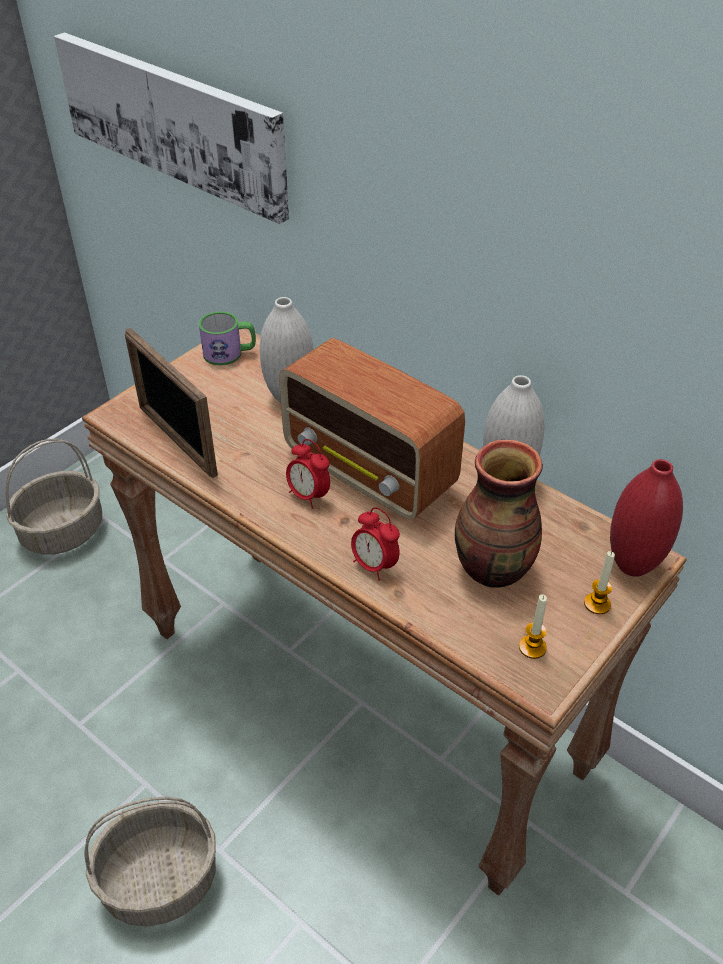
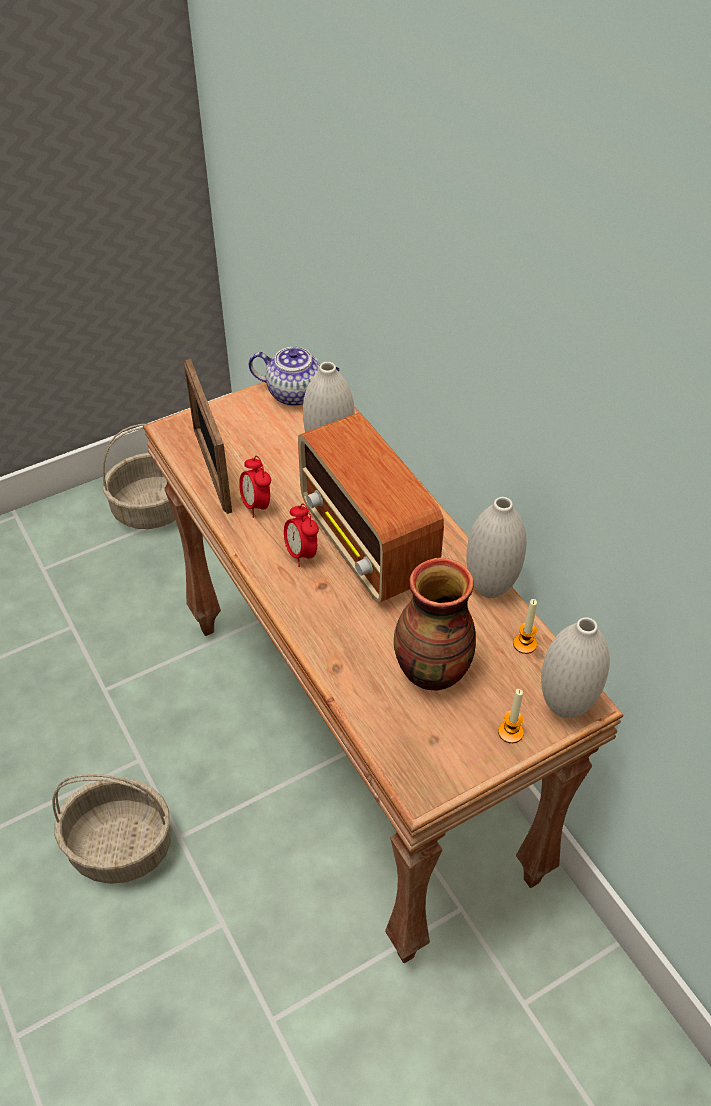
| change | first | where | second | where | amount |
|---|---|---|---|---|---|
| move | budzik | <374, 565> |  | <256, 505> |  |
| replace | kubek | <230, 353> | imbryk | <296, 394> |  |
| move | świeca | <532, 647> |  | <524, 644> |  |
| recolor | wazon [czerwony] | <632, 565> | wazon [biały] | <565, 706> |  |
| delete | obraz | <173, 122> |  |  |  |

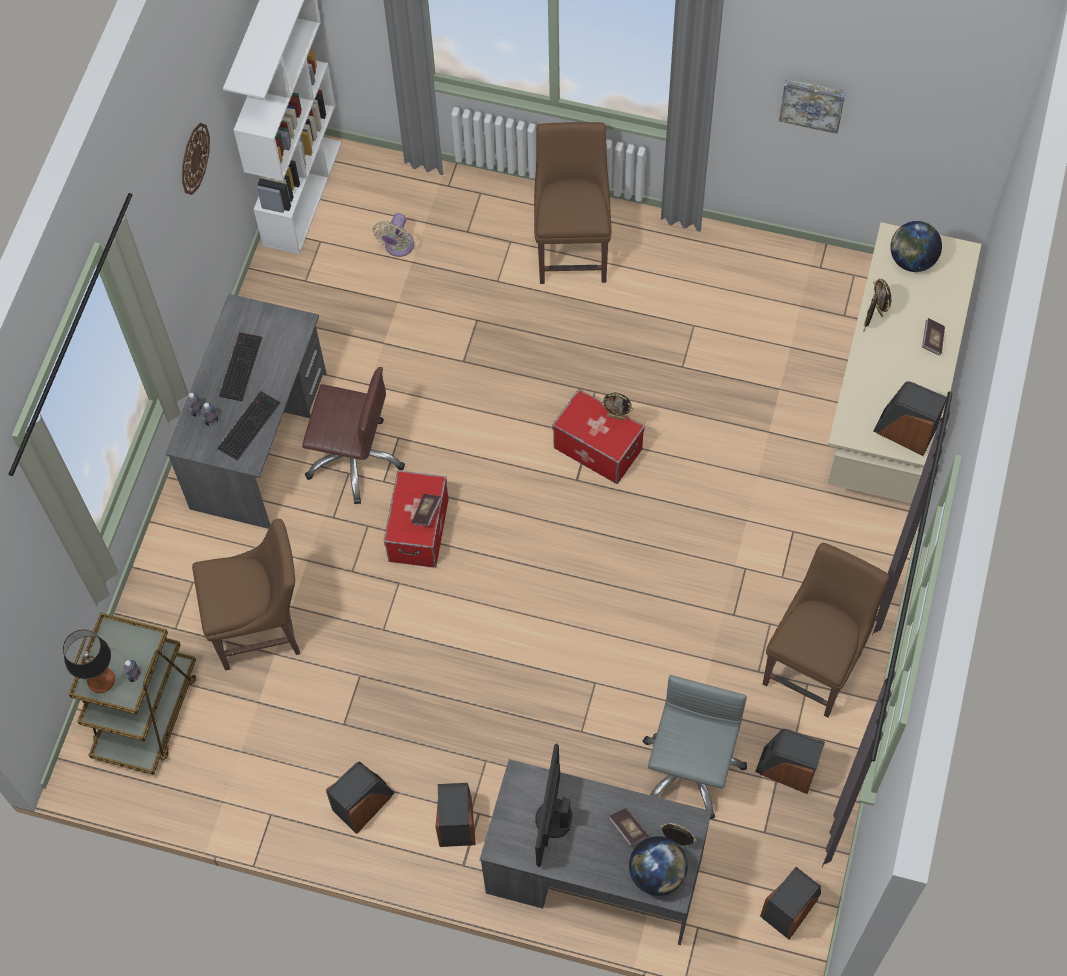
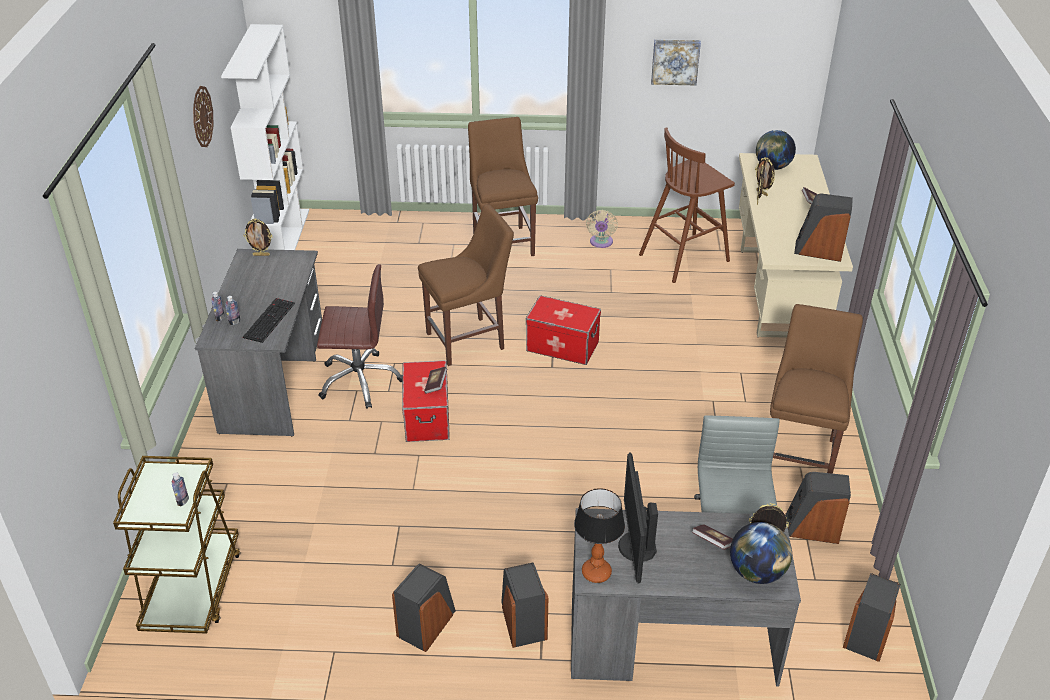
| change | first | where | second | where | amount |
|---|---|---|---|---|---|
| move | ramka na zdjęcie | <616, 417> |  | <261, 255> |  |
| move | krzesło [brązowy] | <262, 629> |  | <469, 340> |  |
| move | lampa stołowa | <101, 680> |  | <595, 572> |  |
| move | wentylator [beżowy] | <398, 247> |  | <601, 243> |  |
| insert |  |  | stołek [brązowy] | <685, 257> |  |
| delete | klawiatura | <240, 366> |  |  |  |

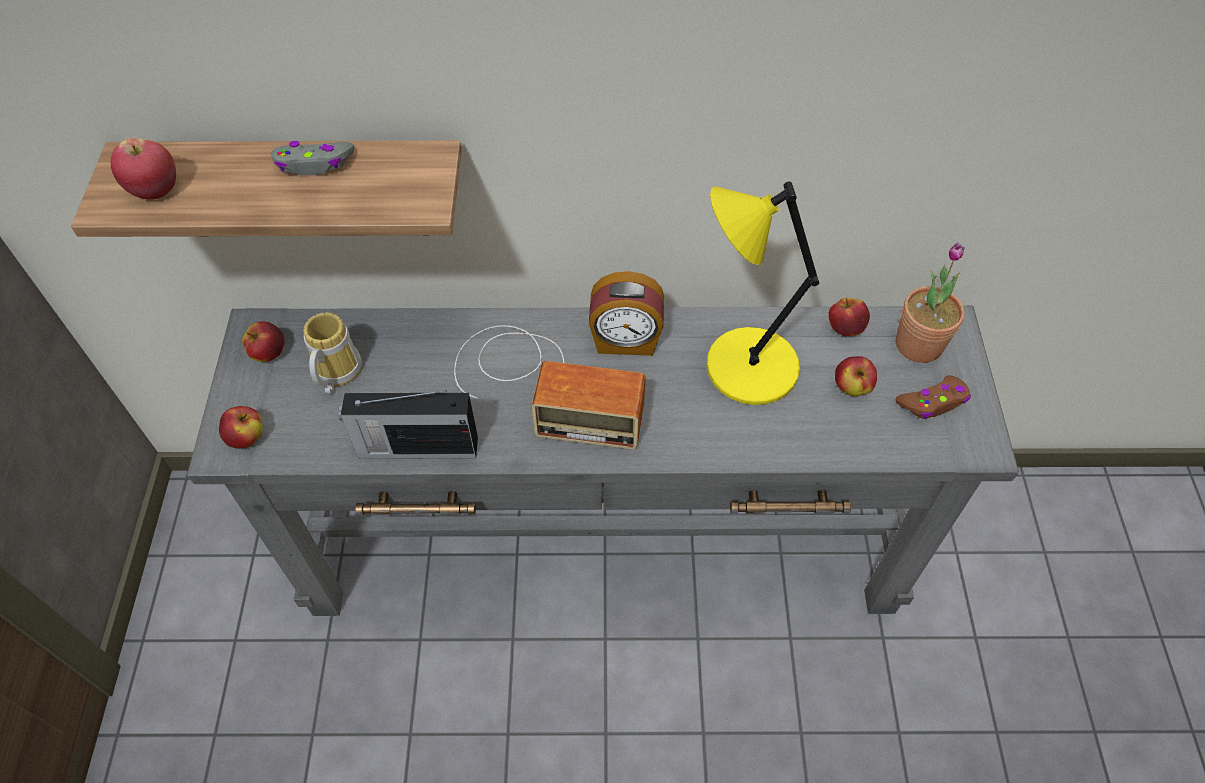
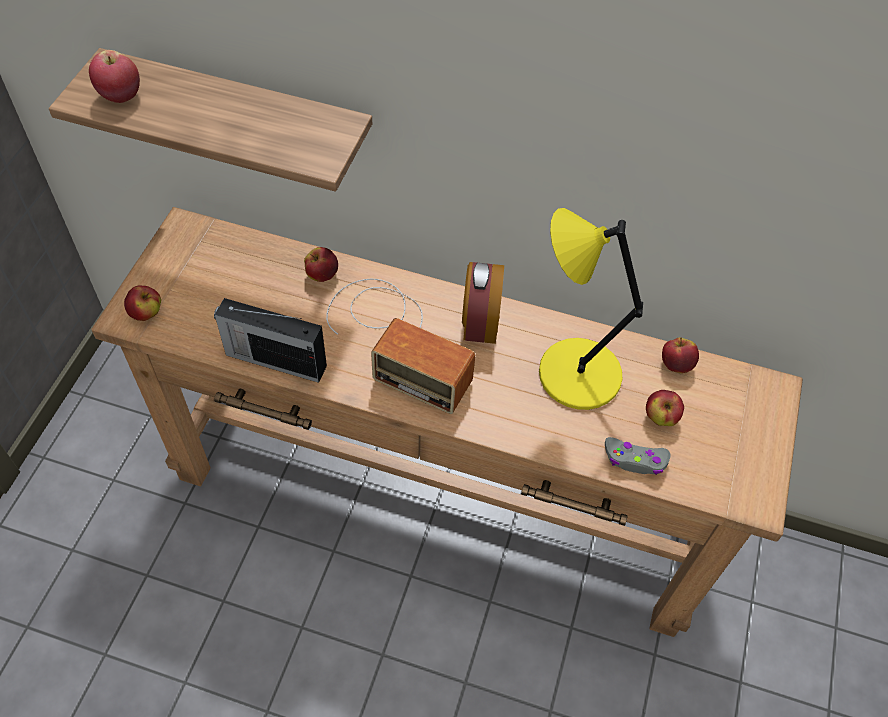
| change | first | where | second | where | amount |
|---|---|---|---|---|---|
| recolor | stolik konsolowy [szary] | <603, 547> | stolik konsolowy [brązowy] | <437, 498> |  |
| move | jabłko | <269, 353> |  | <322, 275> |  |
| rotate | budzik | <625, 341> |  | <479, 322> | 75 degrees clockwise |
| move | pad do gier [szary] | <314, 164> |  | <635, 460> |  |
| delete | kubek | <334, 374> |  |  |  |
| delete | roślina doniczkowa | <918, 344> |  |  |  |
| delete | pad do gier [brązowy] | <933, 402> |  |  |  |

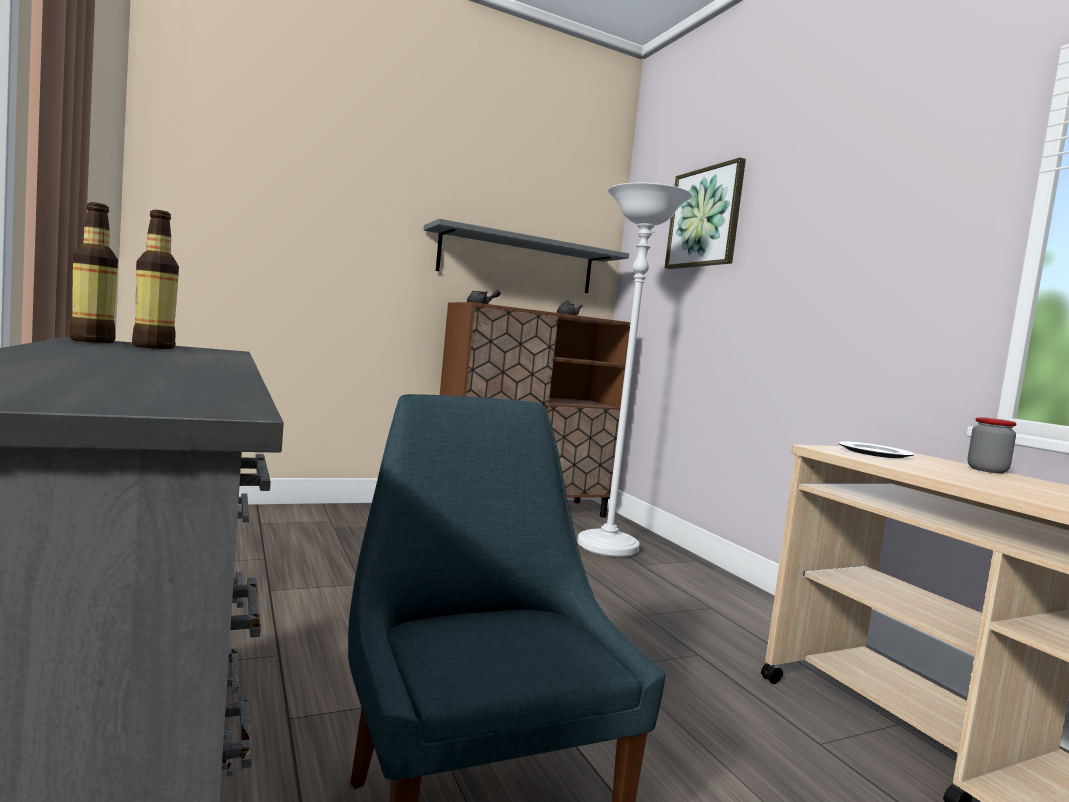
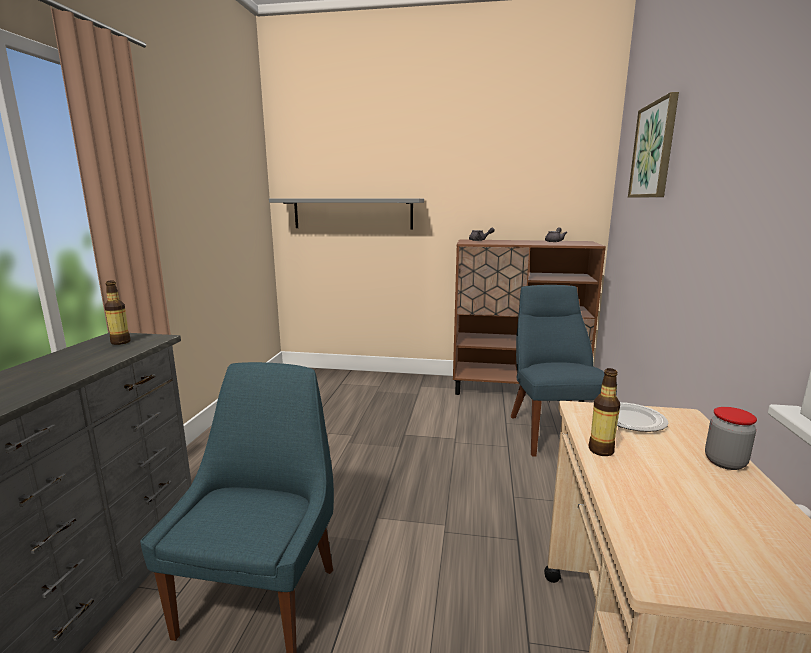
| change | first | where | second | where | amount |
|---|---|---|---|---|---|
| move | półka [szary] | <517, 262> |  | <352, 213> |  |
| replace | lampa stojąca [biały] | <607, 547> | krzesło [niebieski] | <551, 431> |  |
| move | butelka | <92, 341> |  | <601, 450> |  |

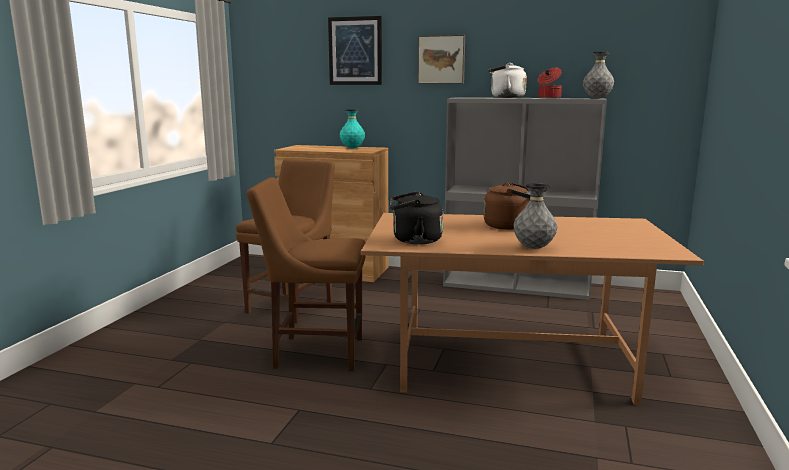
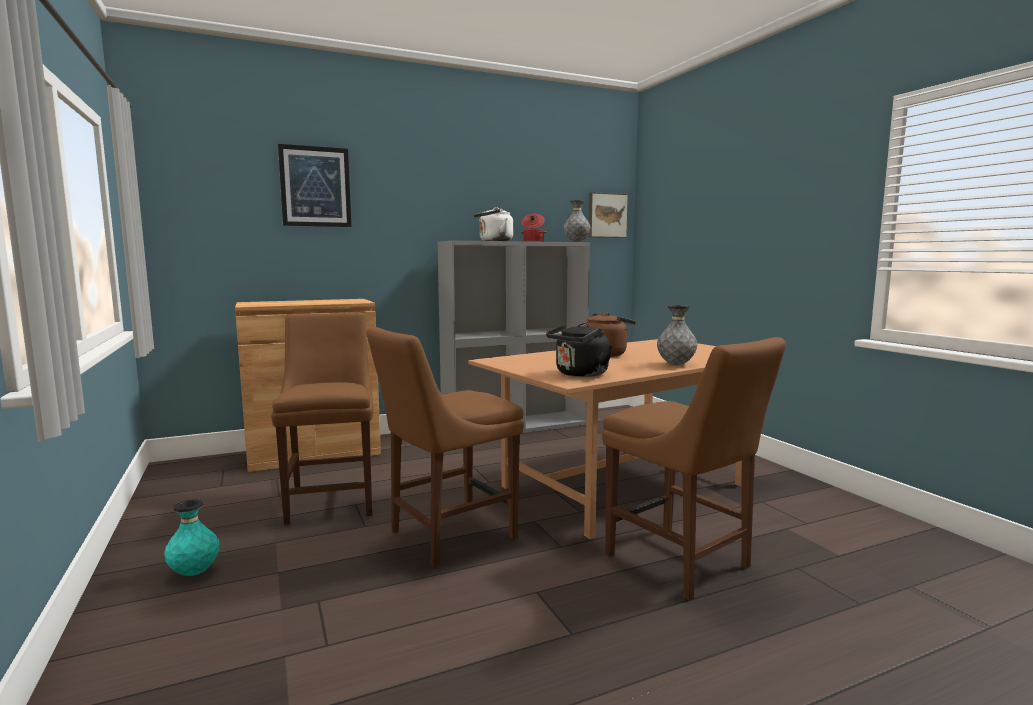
| change | first | where | second | where | amount |
|---|---|---|---|---|---|
| move | wazon [turkusowy] | <352, 148> |  | <194, 573> |  |
| move | obraz | <441, 59> |  | <607, 215> |  |
| insert |  |  | krzesło [brązowy] | <682, 564> |  |

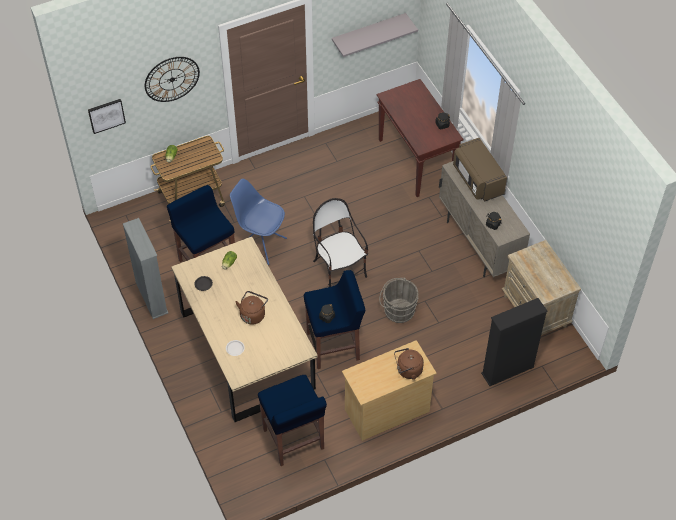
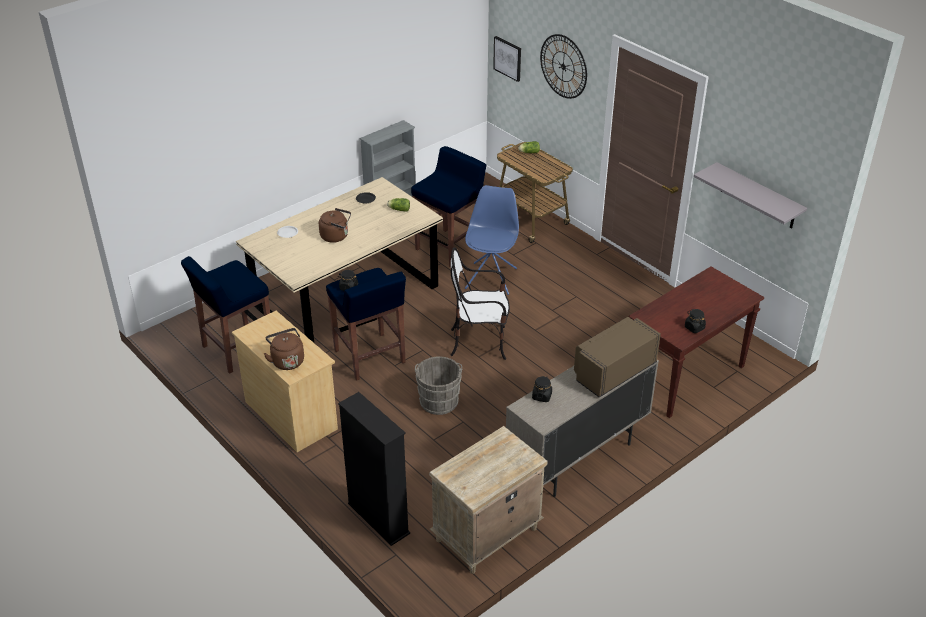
| change | first | where | second | where | amount |
|---|---|---|---|---|---|
| rotate | krzesło | <339, 270> |  | <479, 342> | 135 degrees counterclockwise |

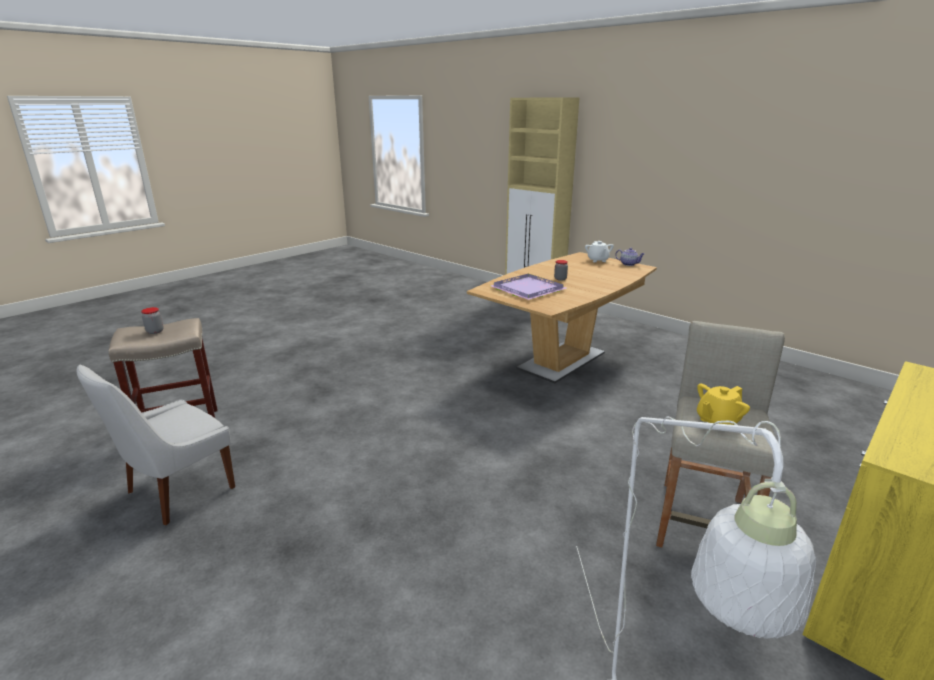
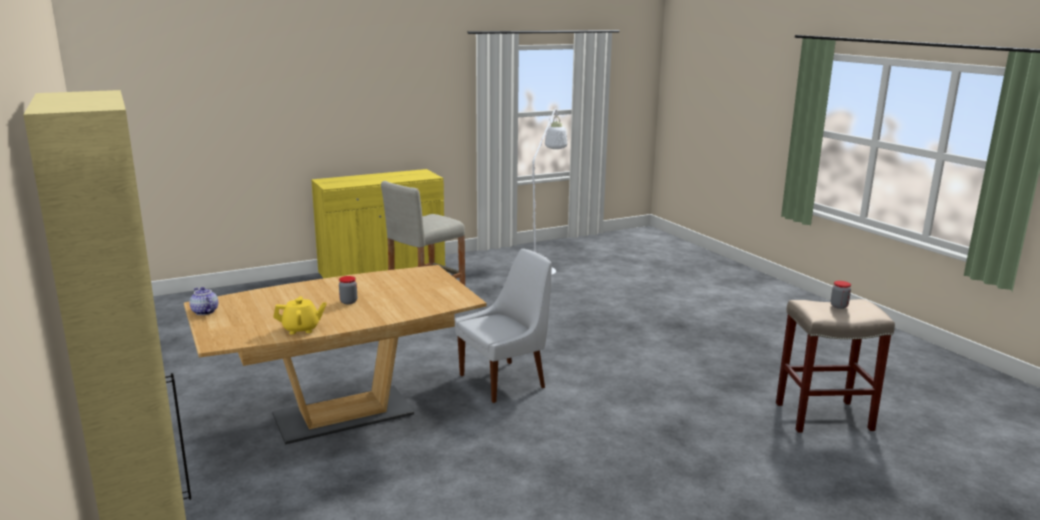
| change | first | where | second | where | amount |
|---|---|---|---|---|---|
| move | imbryk [żółty] | <717, 421> |  | <301, 329> |  |
| move | krzesło [biały] | <177, 492> |  | <505, 380> |  |
| delete | taca [fioletowy] | <526, 289> |  |  |  |
| delete | imbryk [biały] | <597, 260> |  |  |  |

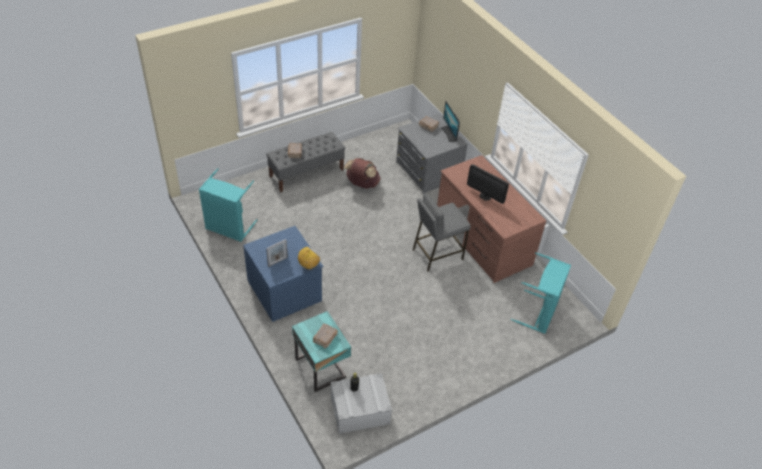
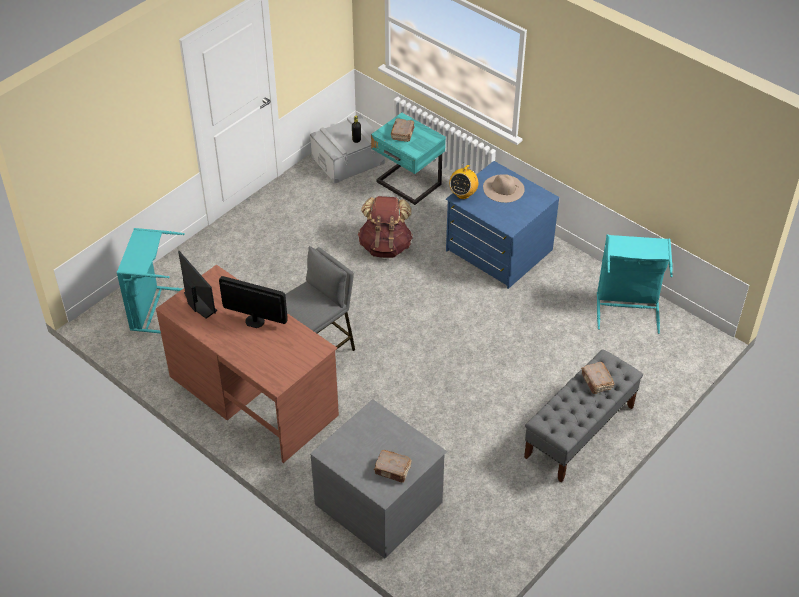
| change | first | where | second | where | amount |
|---|---|---|---|---|---|
| move | monitor | <450, 134> |  | <199, 303> |  |
| move | plecak [brązowy] | <362, 184> |  | <385, 246> |  |
| replace | ramka na zdjęcie | <277, 262> | kapelusz [beżowy] | <503, 188> |  |

